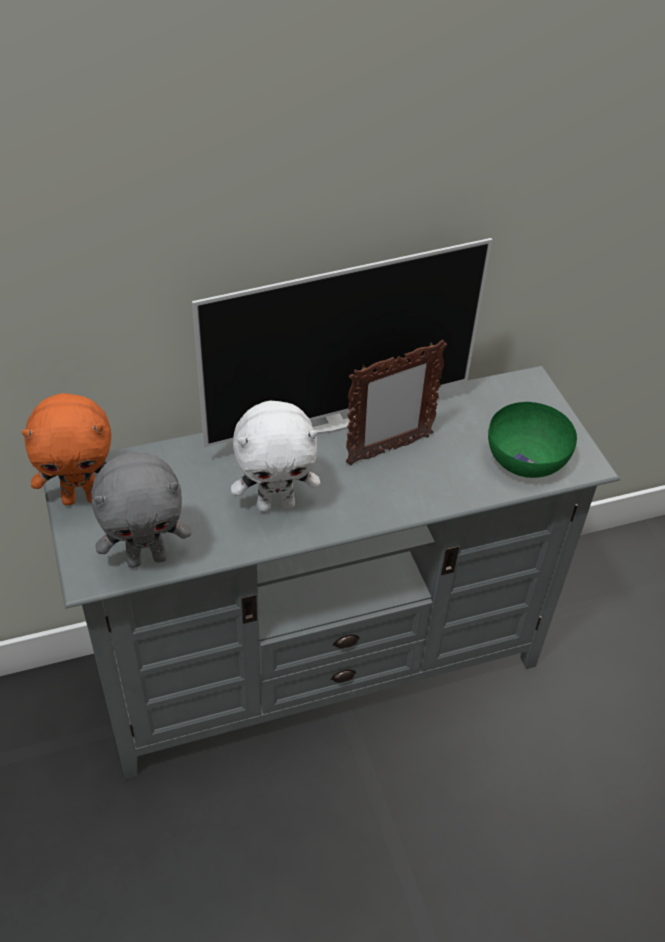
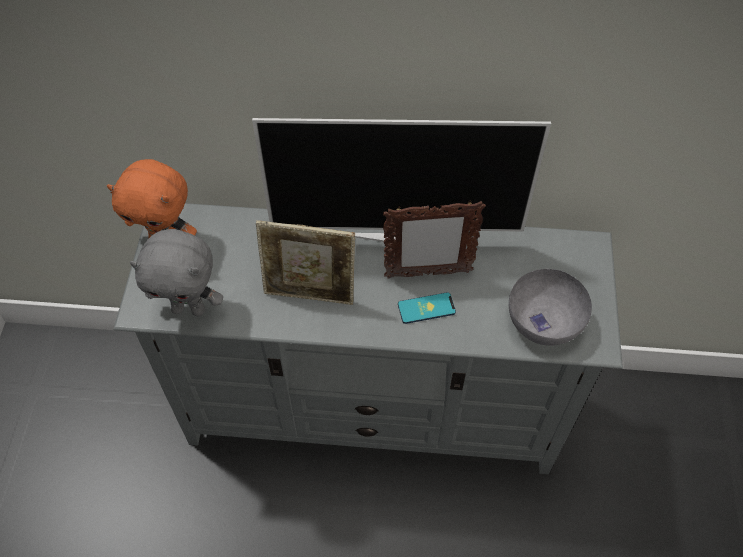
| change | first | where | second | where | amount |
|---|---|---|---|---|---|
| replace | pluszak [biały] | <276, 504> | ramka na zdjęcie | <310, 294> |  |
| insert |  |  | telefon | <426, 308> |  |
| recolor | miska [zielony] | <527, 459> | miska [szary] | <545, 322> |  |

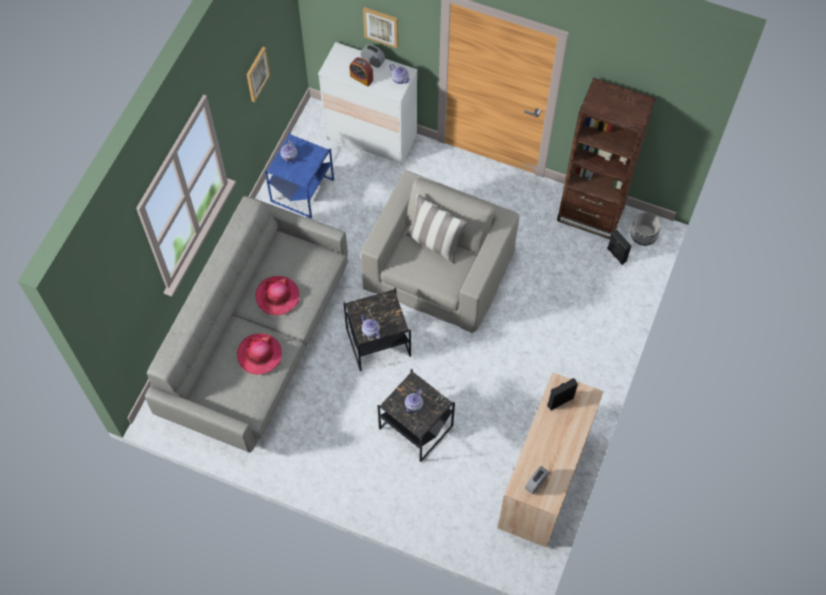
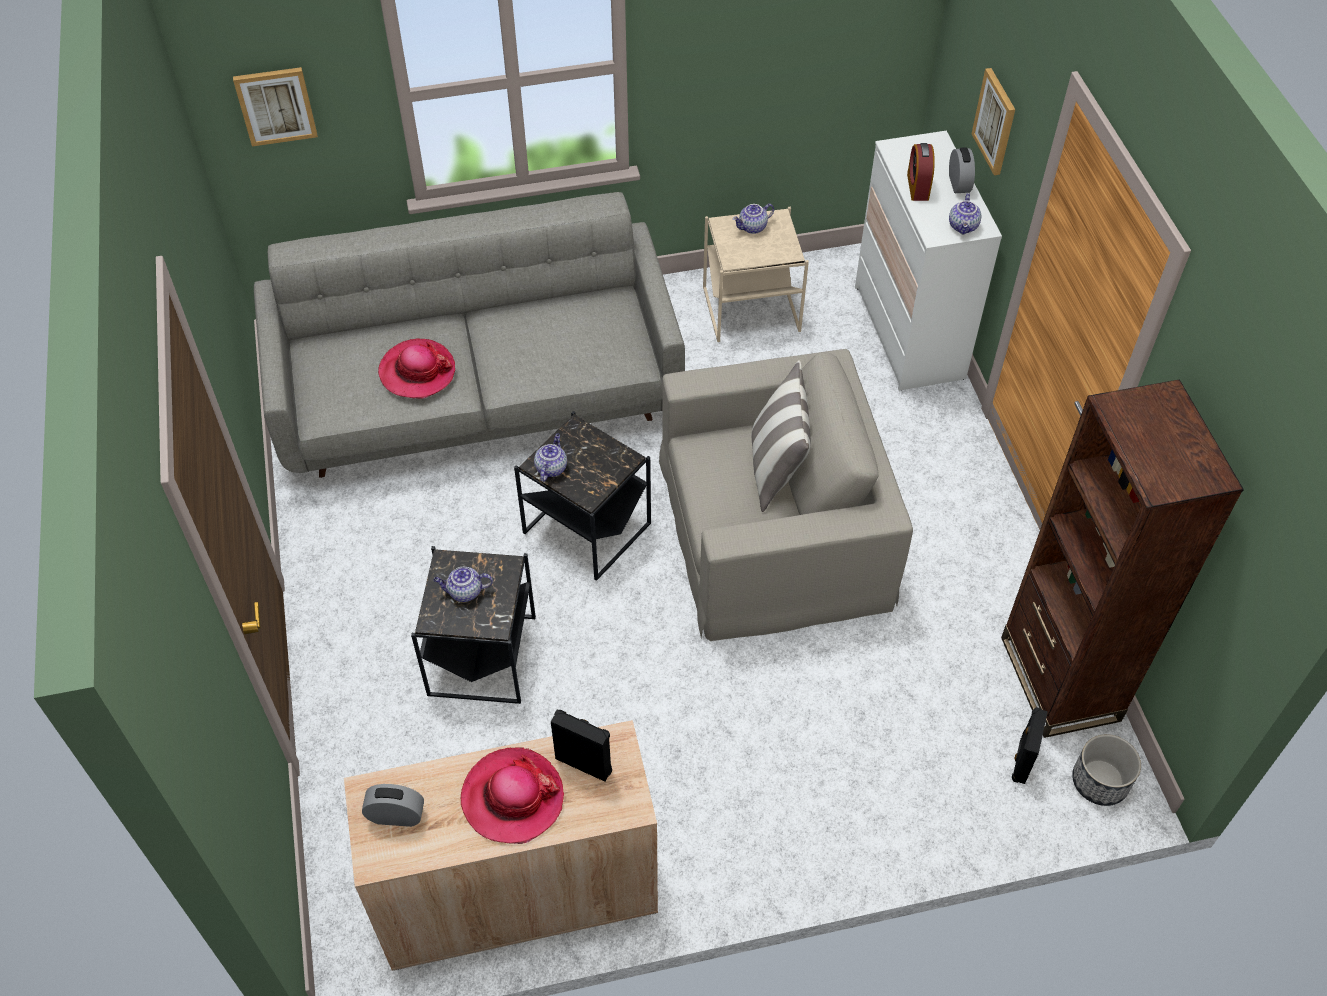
| change | first | where | second | where | amount |
|---|---|---|---|---|---|
| move | obraz | <257, 74> |  | <276, 105> |  |
| move | kapelusz | <277, 296> |  | <512, 797> |  |
| recolor | stolik [niebieski] | <303, 190> | stolik [beżowy] | <752, 310> |  |

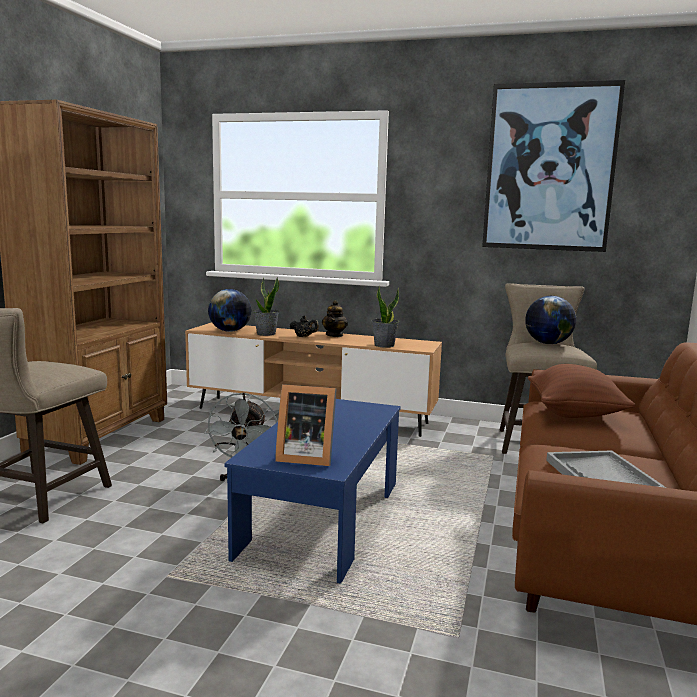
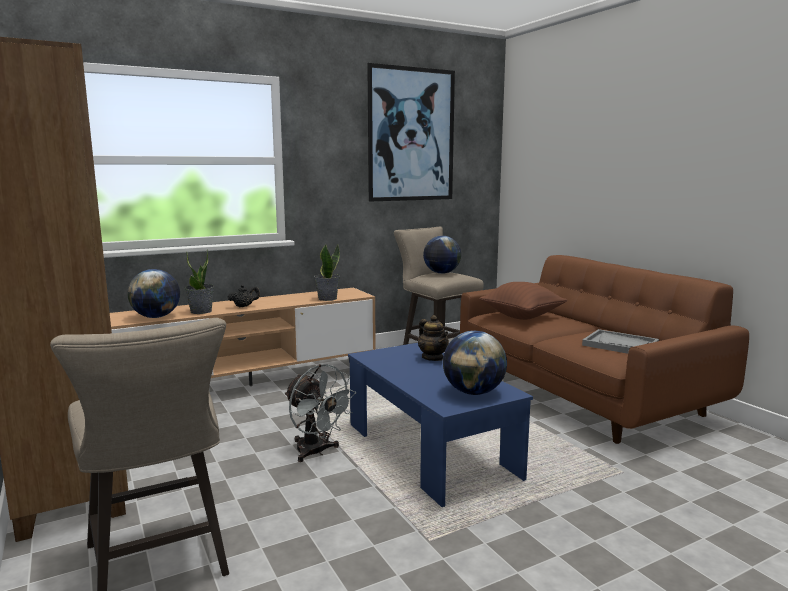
| change | first | where | second | where | amount |
|---|---|---|---|---|---|
| move | imbryk | <334, 335> |  | <433, 358> |  |
| replace | ramka na zdjęcie | <305, 457> | globus | <473, 392> |  |

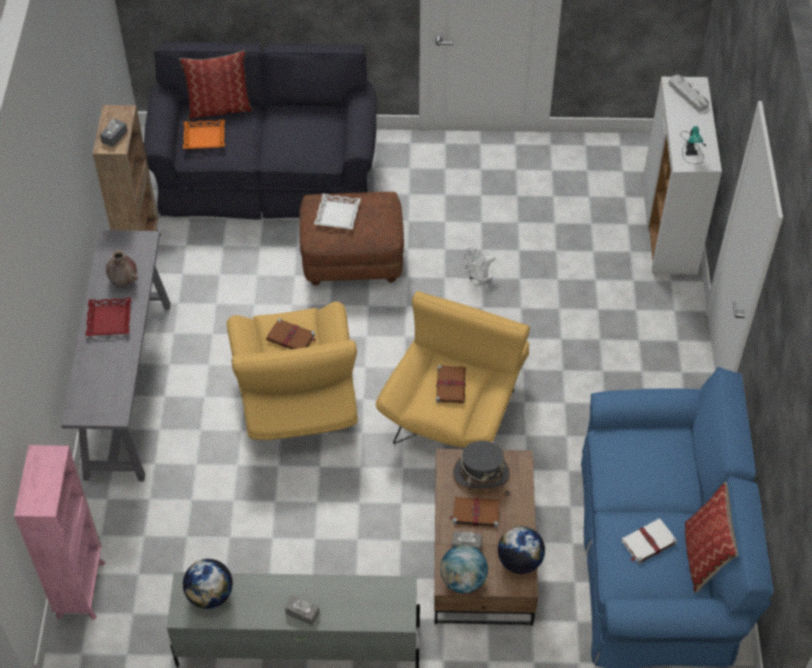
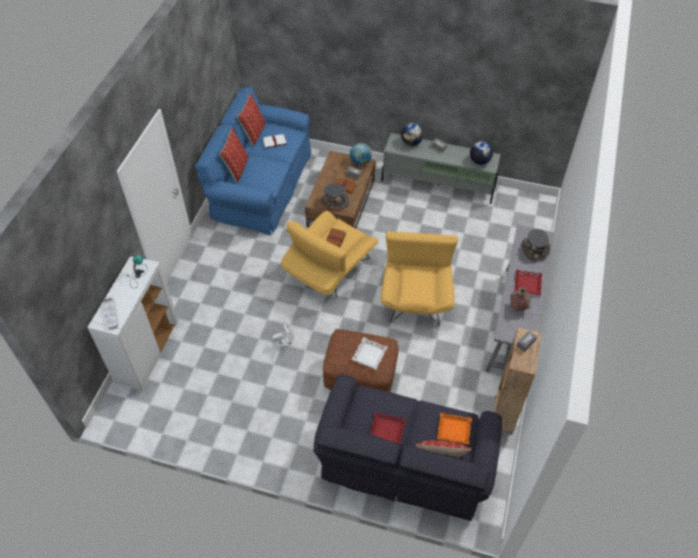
| change | first | where | second | where | amount |
|---|---|---|---|---|---|
| insert |  |  | poduszka | <236, 169> |  |
| insert |  |  | taca [czerwony] | <387, 430> |  |
| move | globus | <520, 561> |  | <411, 143> |  |
| insert |  |  | kapelusz [szary] | <534, 250> |  |
| delete | regał [różowy] | <81, 588> |  |  |  |
| delete | książka [brązowy] | <291, 338> |  |  |  |

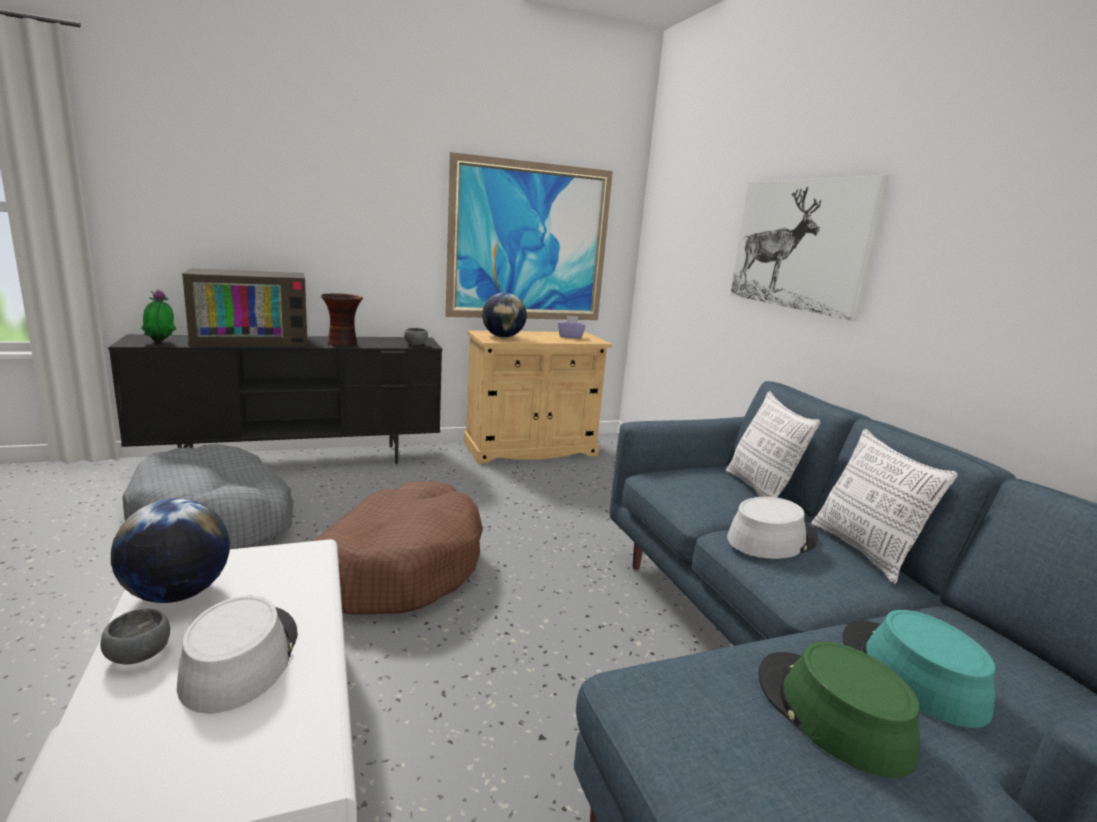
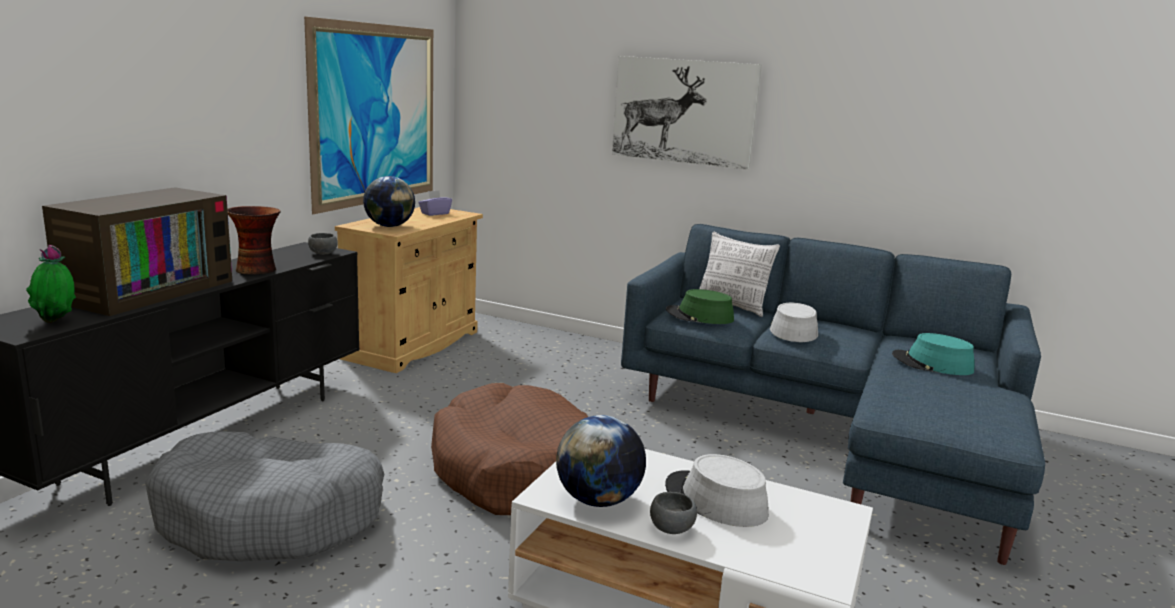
| change | first | where | second | where | amount |
|---|---|---|---|---|---|
| move | kapelusz [zielony] | <831, 712> |  | <699, 316> |  |
| delete | poduszka | <863, 551> |  |  |  |

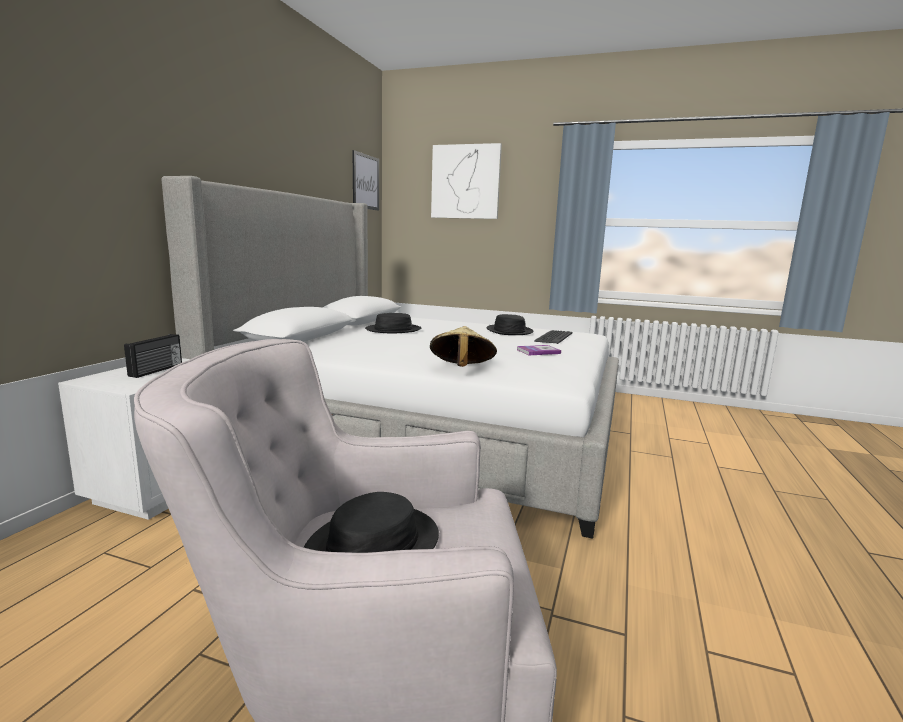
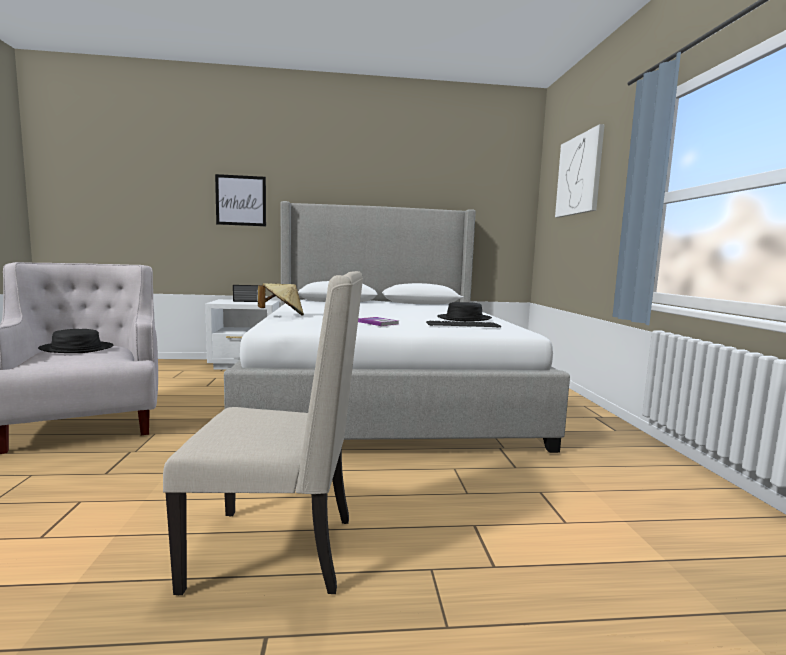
| change | first | where | second | where | amount |
|---|---|---|---|---|---|
| insert |  |  | krzesło [beżowy] | <278, 551> |  |
| move | obraz | <365, 182> |  | <241, 200> |  |
| delete | kapelusz [czarny] | <393, 330> |  |  |  |

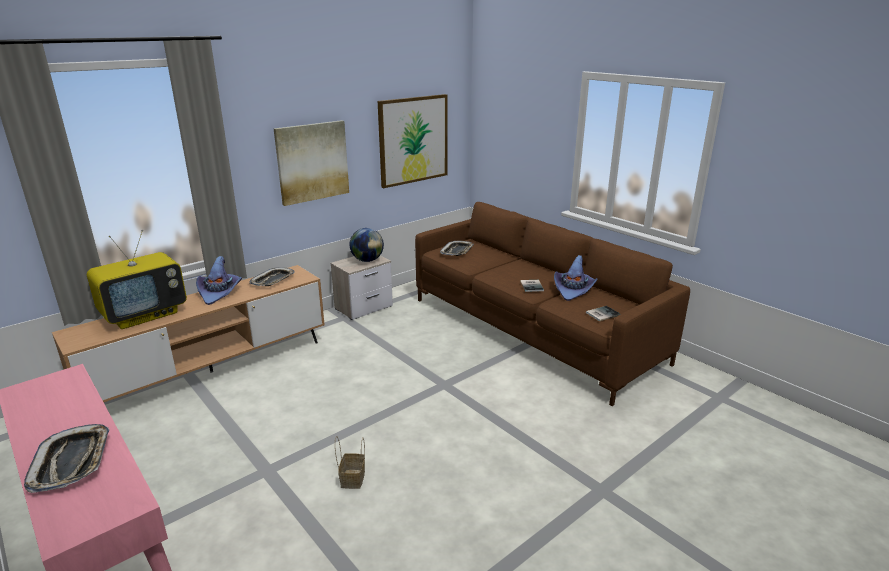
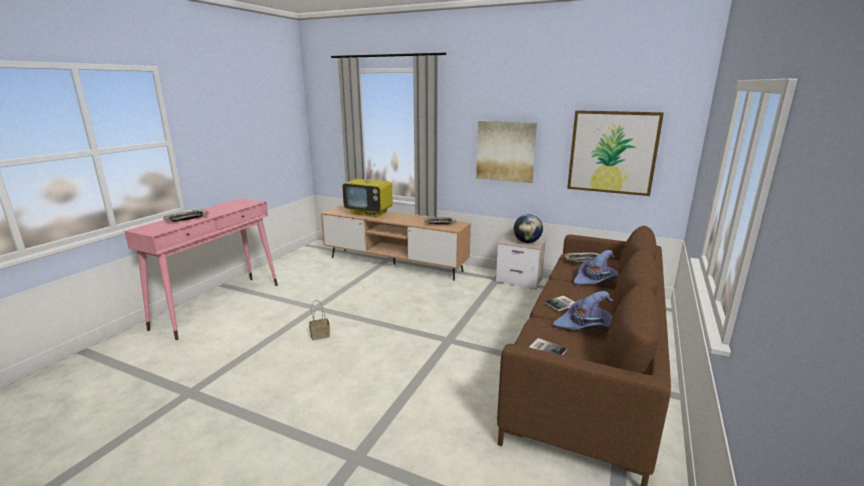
| change | first | where | second | where | amount |
|---|---|---|---|---|---|
| move | kapelusz [fioletowy] | <220, 292> |  | <595, 280> |  |

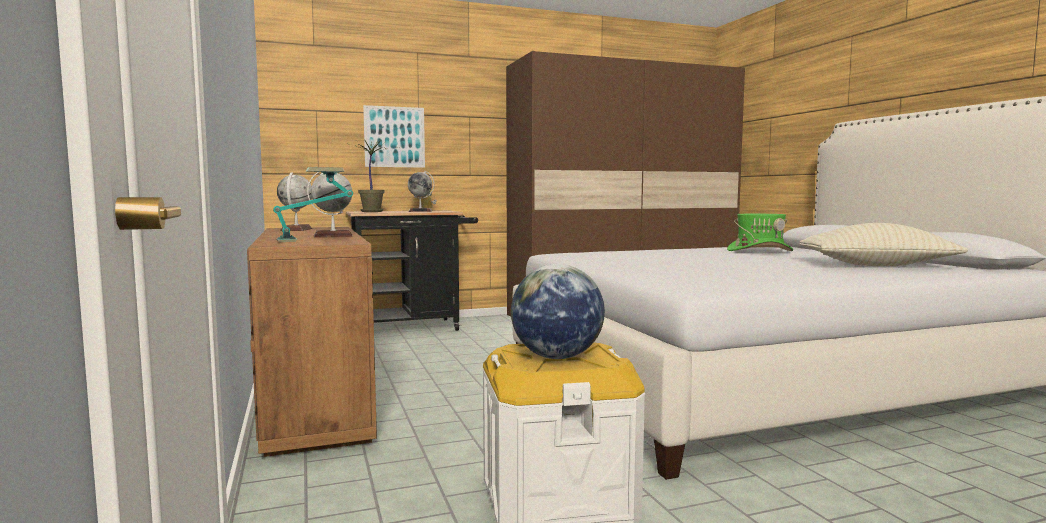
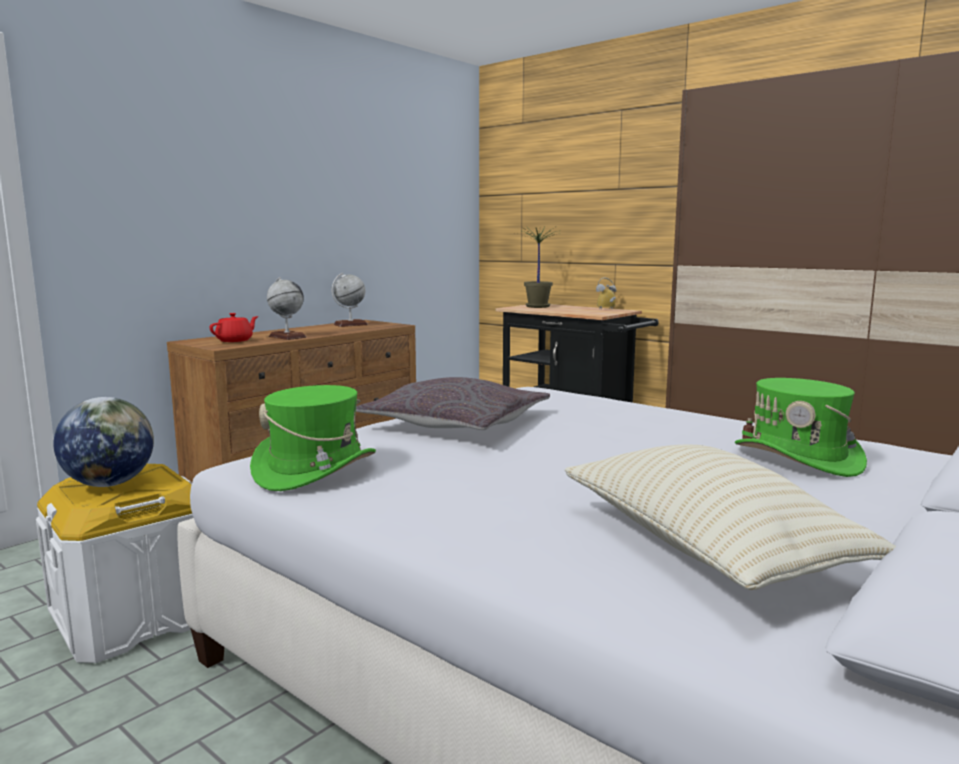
| change | first | where | second | where | amount |
|---|---|---|---|---|---|
| replace | lampa stołowa | <315, 240> | imbryk [czerwony] | <235, 340> |  |
| insert |  |  | kapelusz [zielony] | <315, 470> |  |
| insert |  |  | poduszka [szary] | <455, 424> |  |
| delete | obraz | <394, 137> |  |  |  |
| delete | globus | <420, 211> |  |  |  |

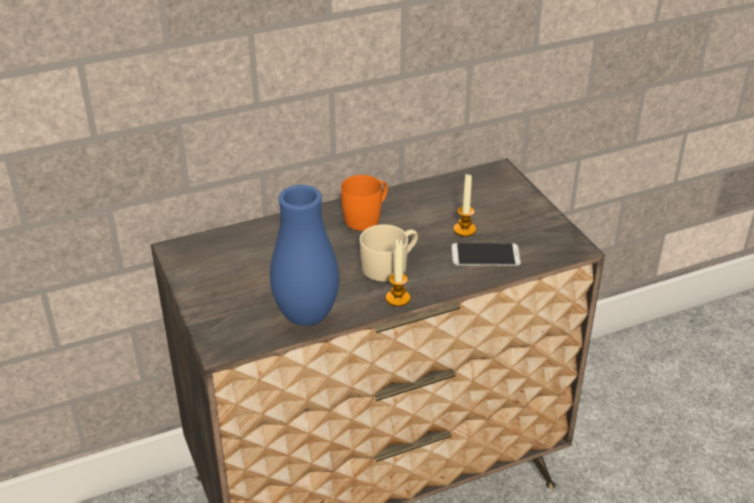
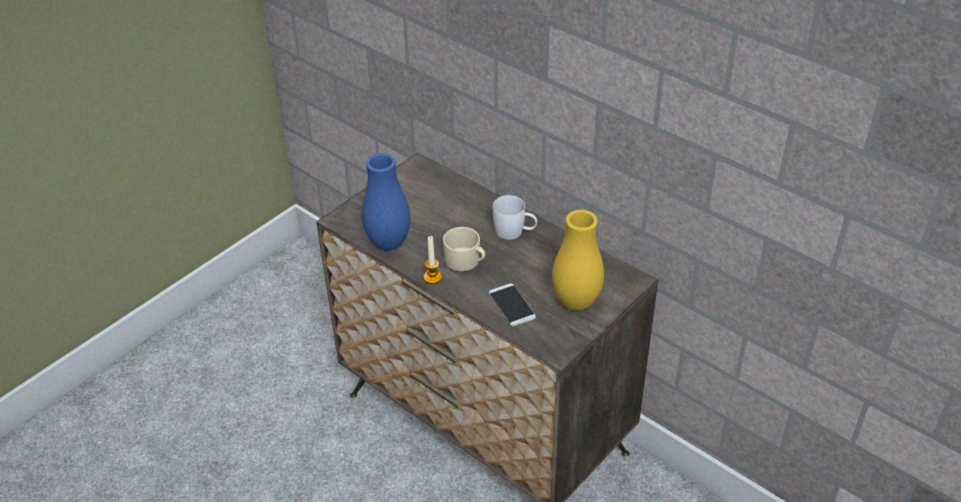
| change | first | where | second | where | amount |
|---|---|---|---|---|---|
| recolor | kubek [pomarańczowy] | <367, 218> | kubek [biały] | <515, 232> |  |
| insert |  |  | wazon [żółty] | <576, 302> |  |
| delete | świeca | <464, 230> |  |  |  |

